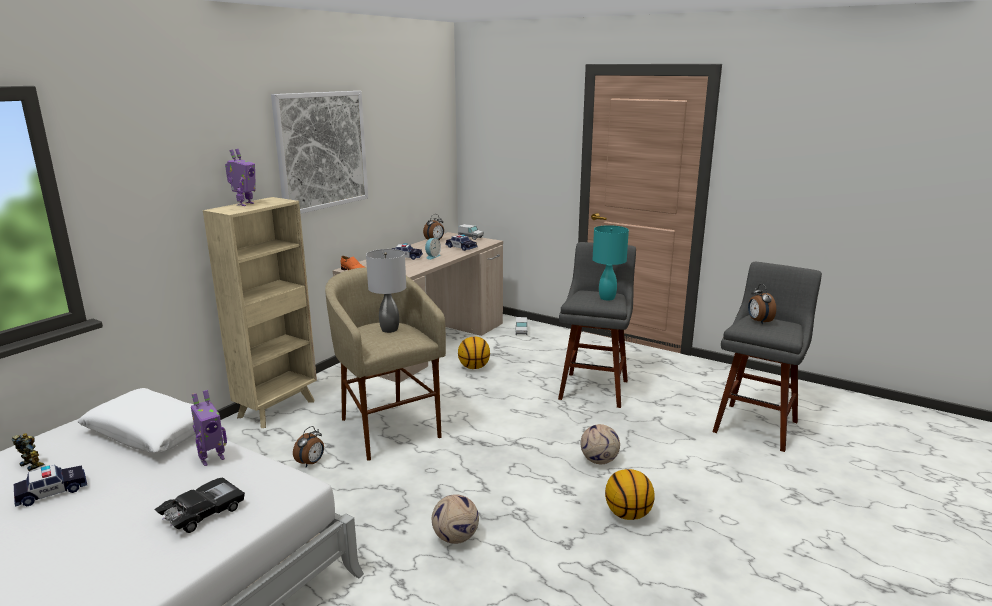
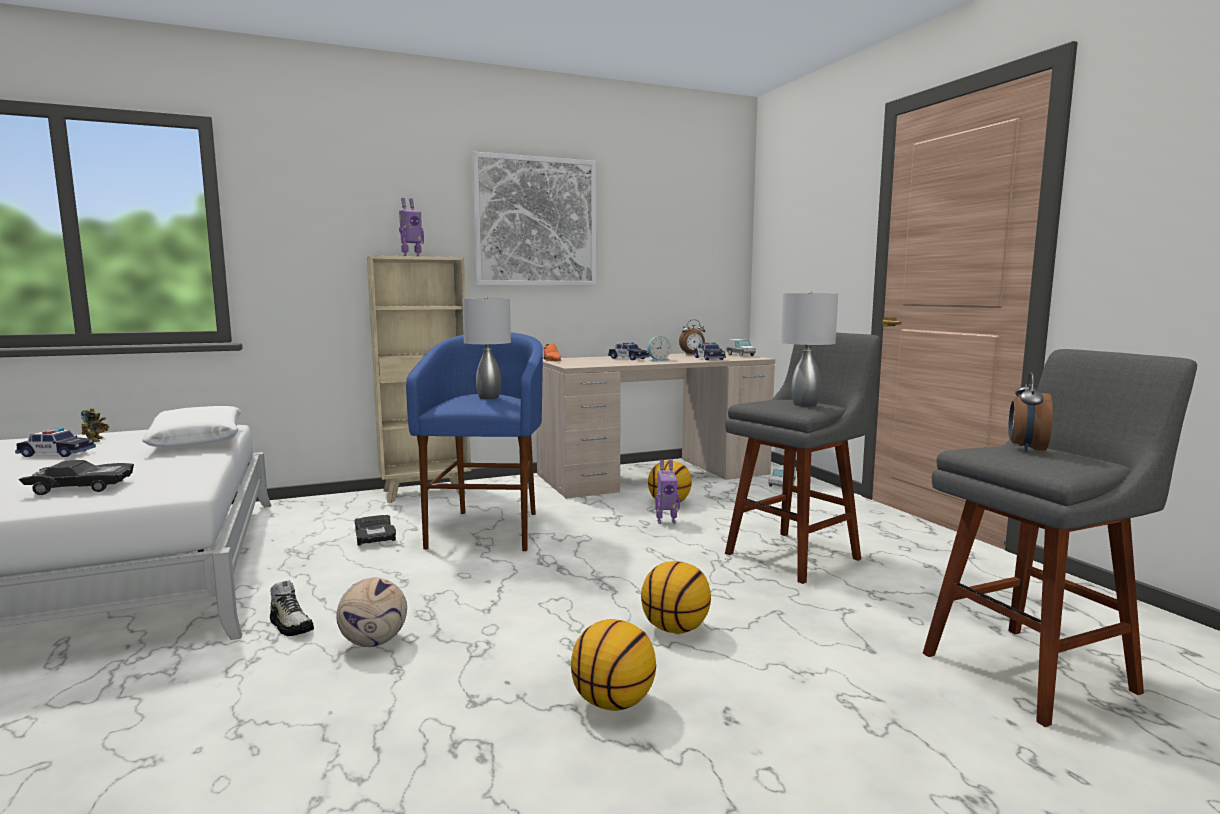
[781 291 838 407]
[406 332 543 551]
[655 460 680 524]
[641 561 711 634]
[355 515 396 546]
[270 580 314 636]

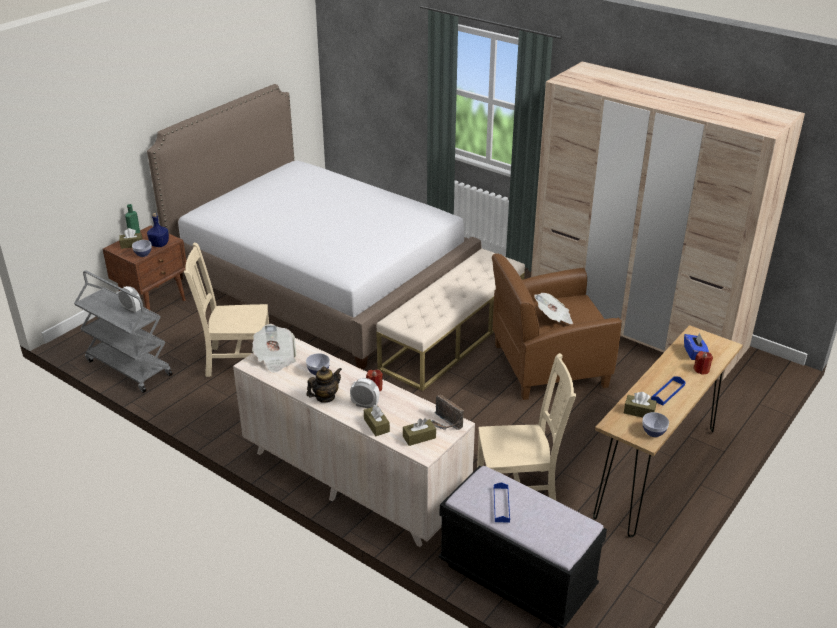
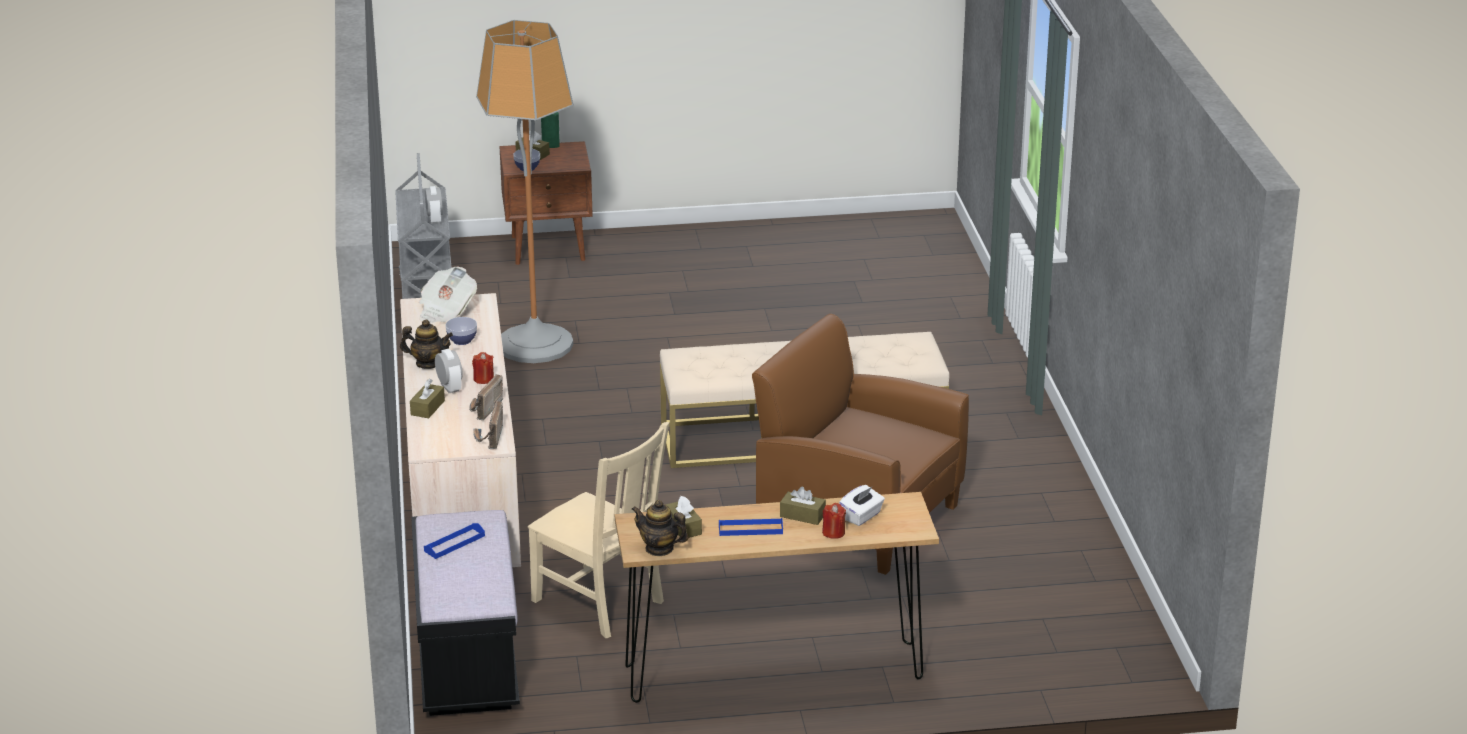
[531 62 805 381] (first image)
[147 84 481 370] (first image)
[147 213 169 247] (first image)
[476 20 574 363]
[534 293 573 324] (first image)
[839 485 885 526]
[631 500 689 556]
[780 487 826 525]
[469 374 503 420]

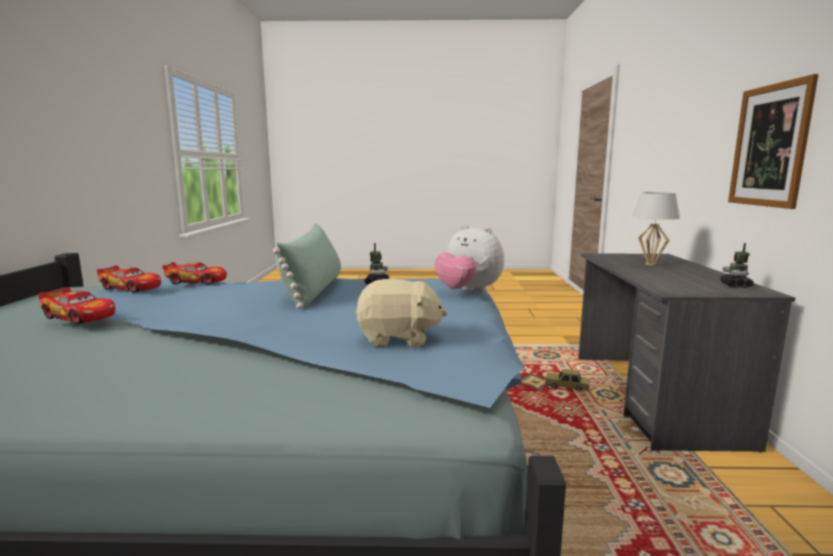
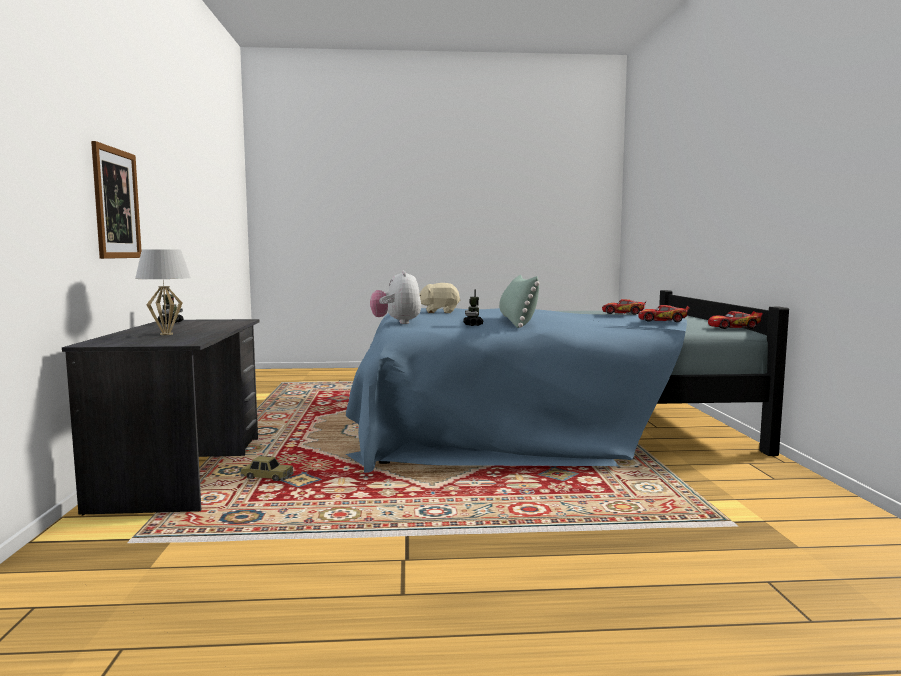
[370 271 421 324]
[708 311 763 329]

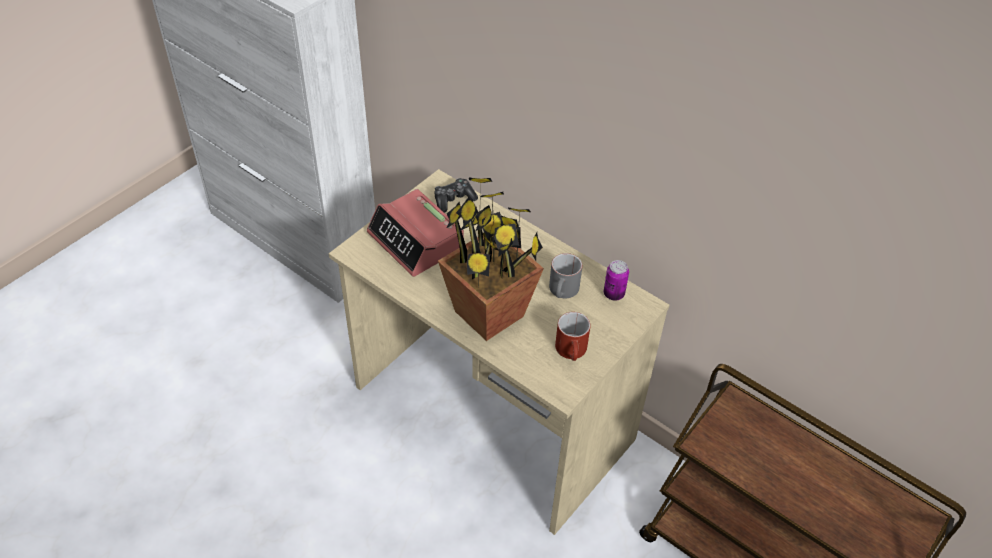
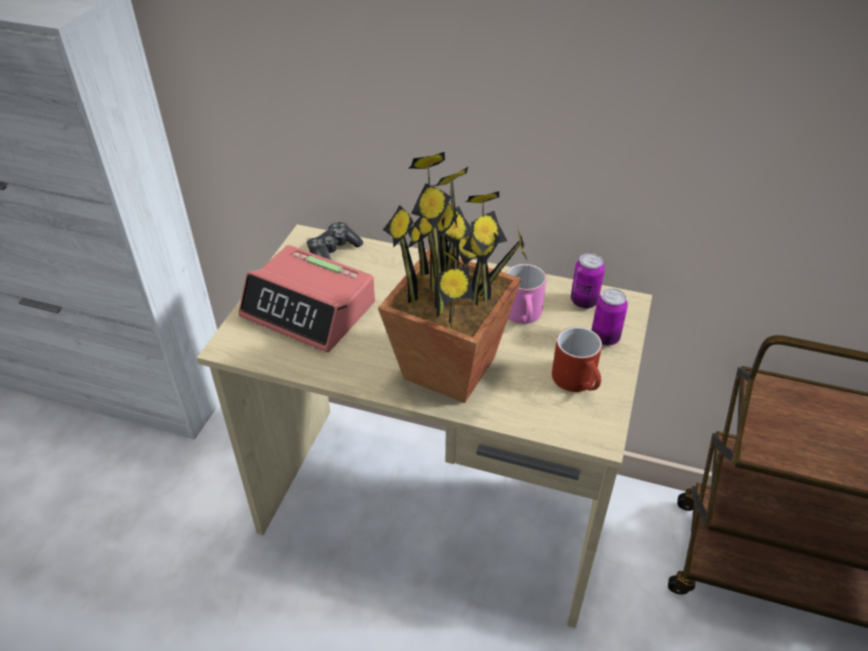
[506 264 546 324]
[592 288 628 346]

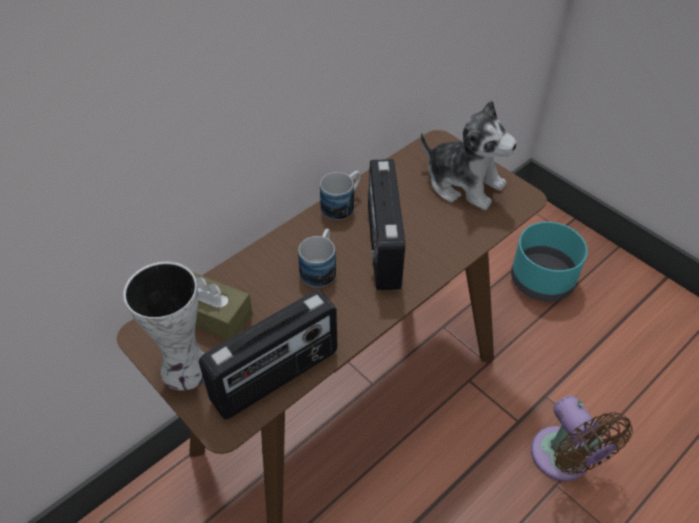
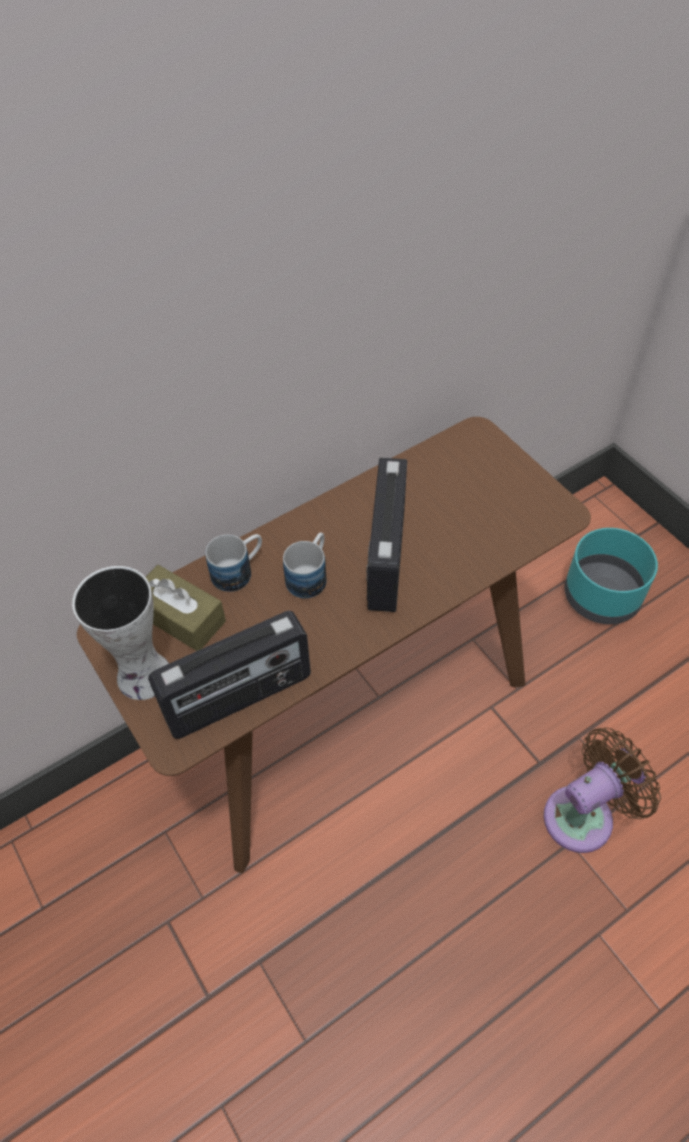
[420 100 517 210] (first image)
[205 534 262 592]
[544 727 661 853]

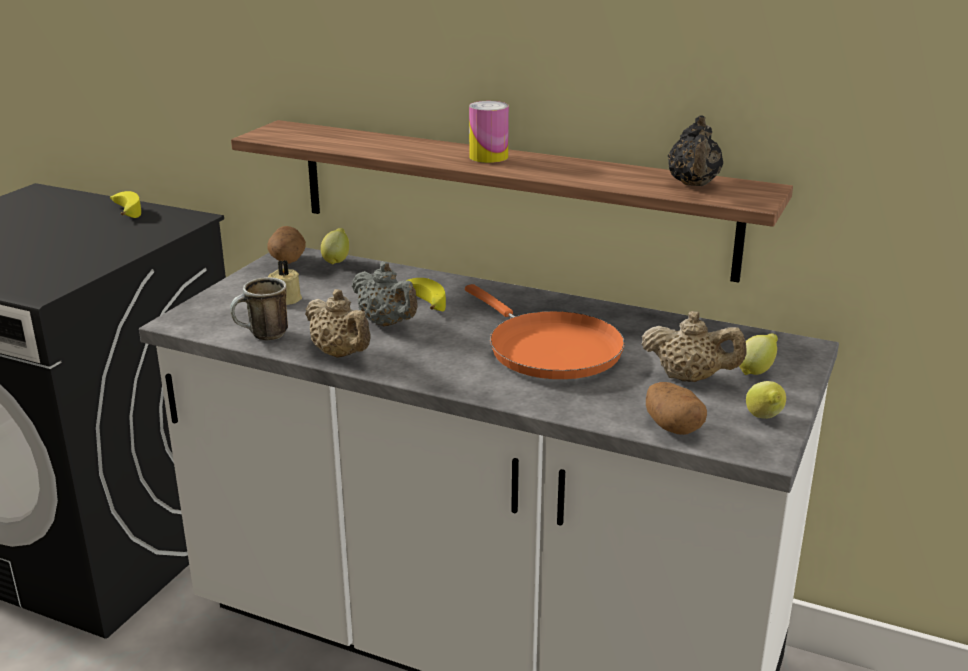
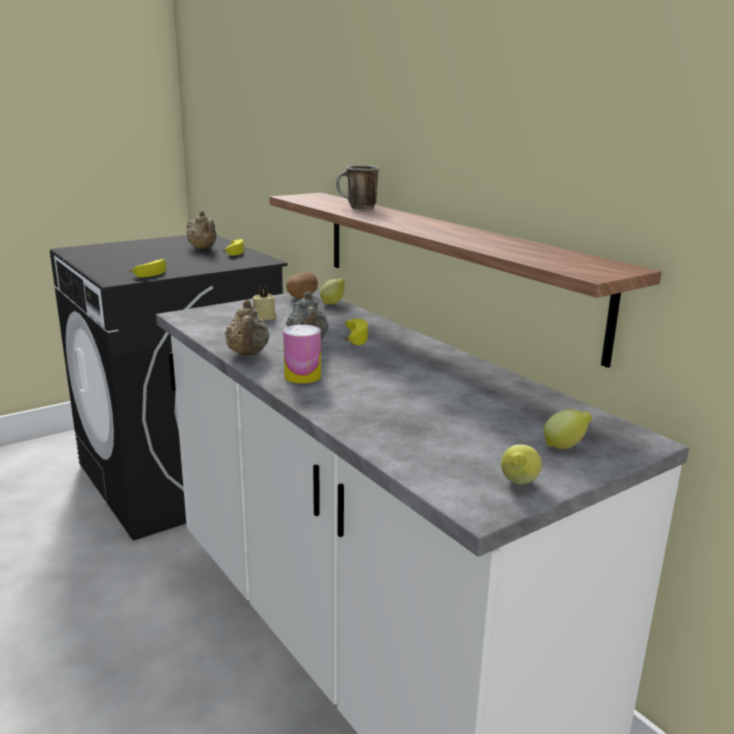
[283 325 321 384]
[668 116 723 186] (first image)
[336 165 379 209]
[465 284 625 379] (first image)
[186 211 217 249]
[646 382 707 435] (first image)
[129 259 166 277]

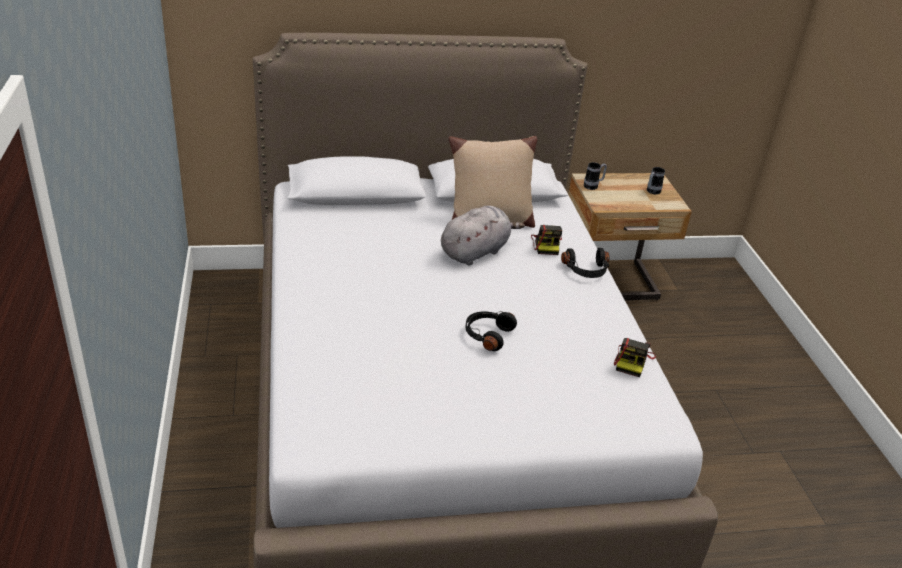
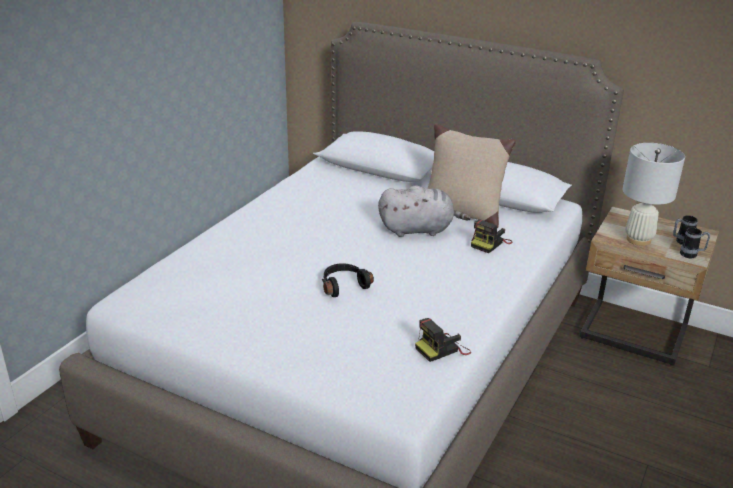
[680 227 710 258]
[561 248 610 278] (first image)
[622 143 685 246]

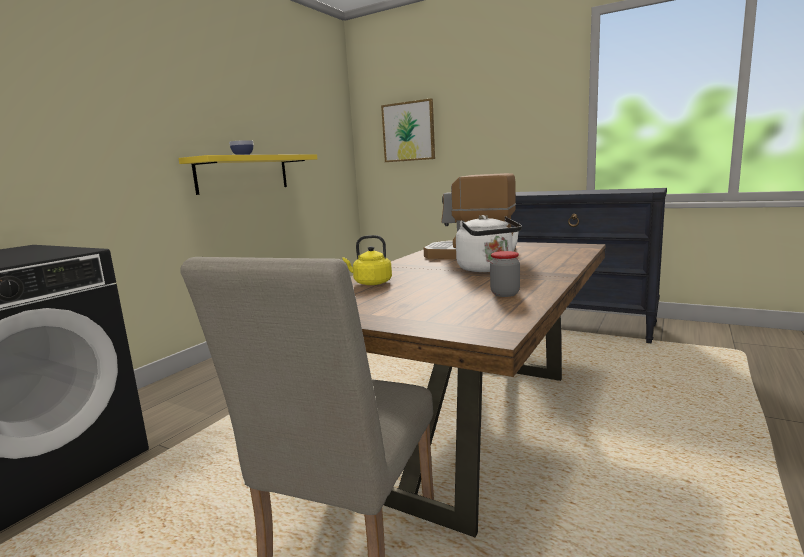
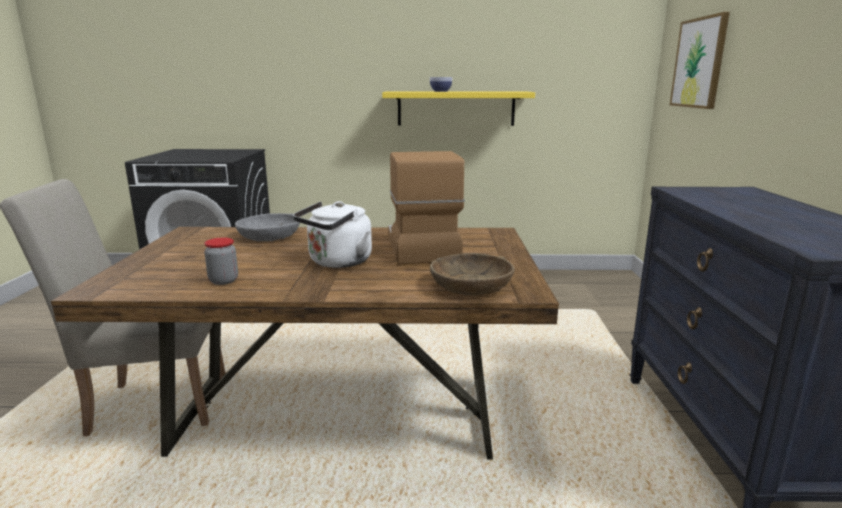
[235 213 300 241]
[430 253 515 295]

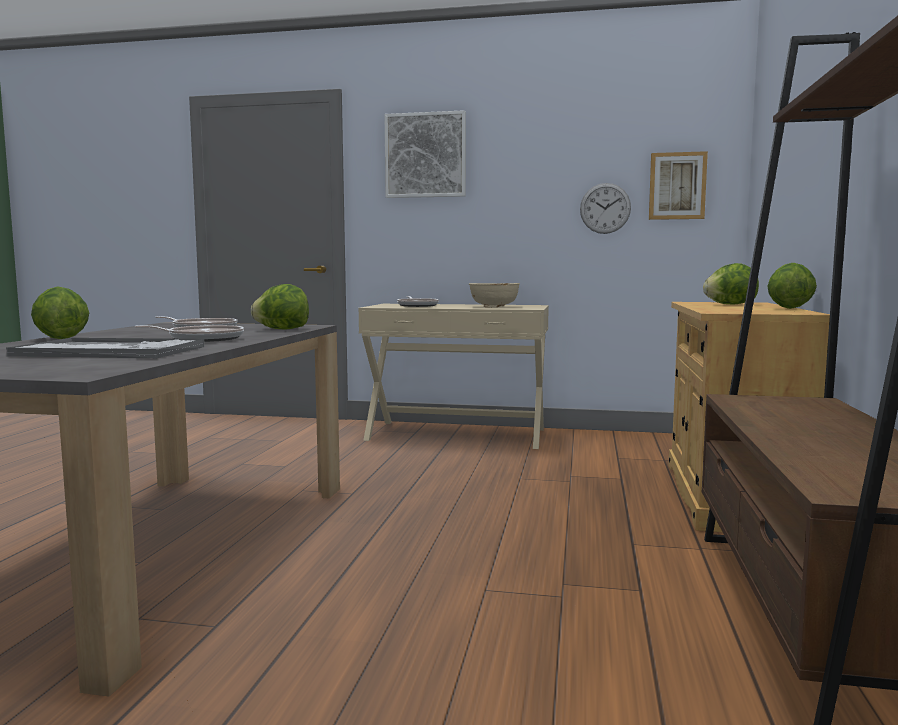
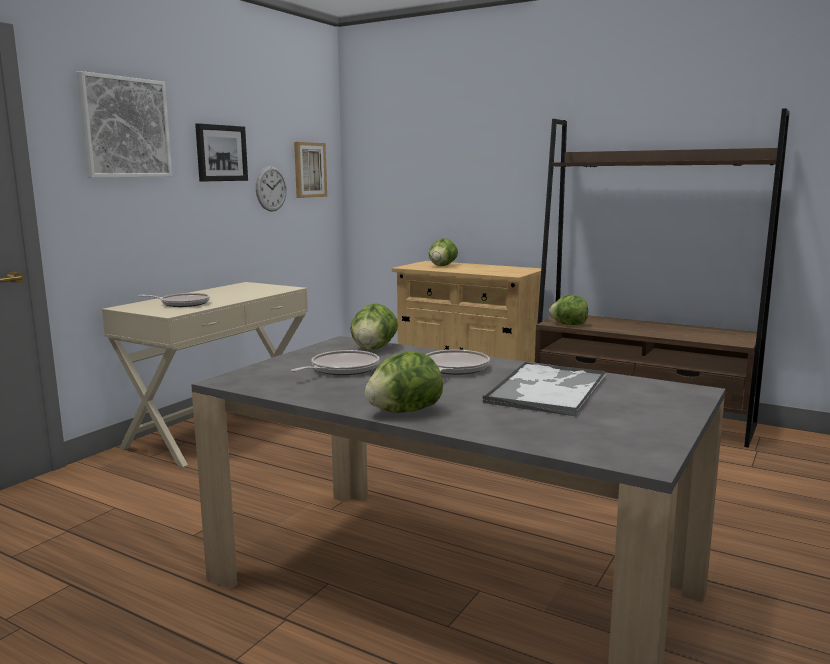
[549 295 588 325]
[469 283 520 307] (first image)
[195 123 248 182]

